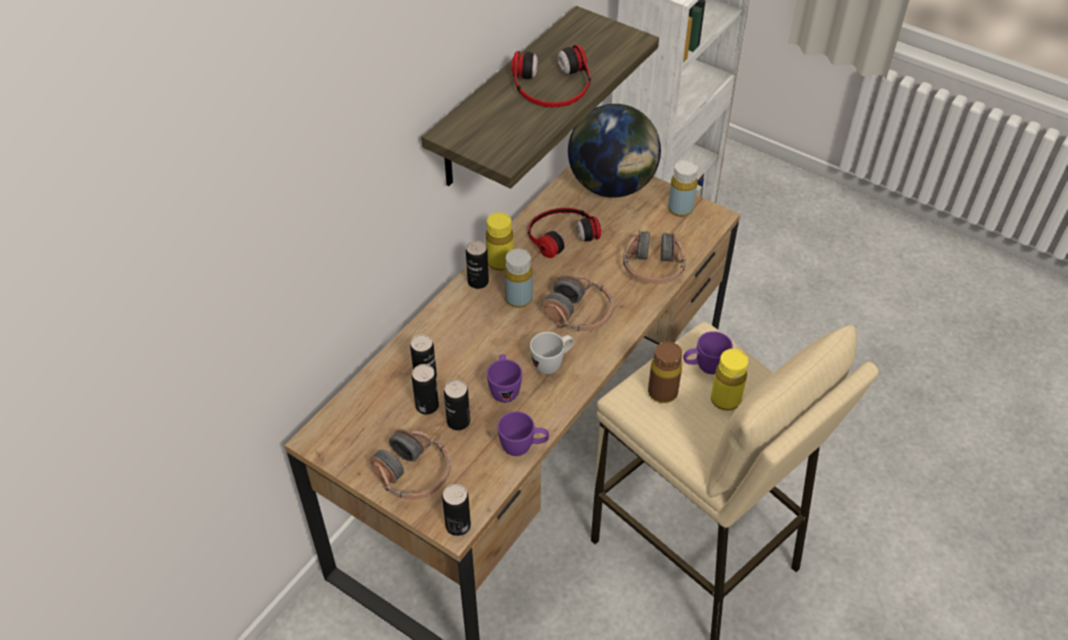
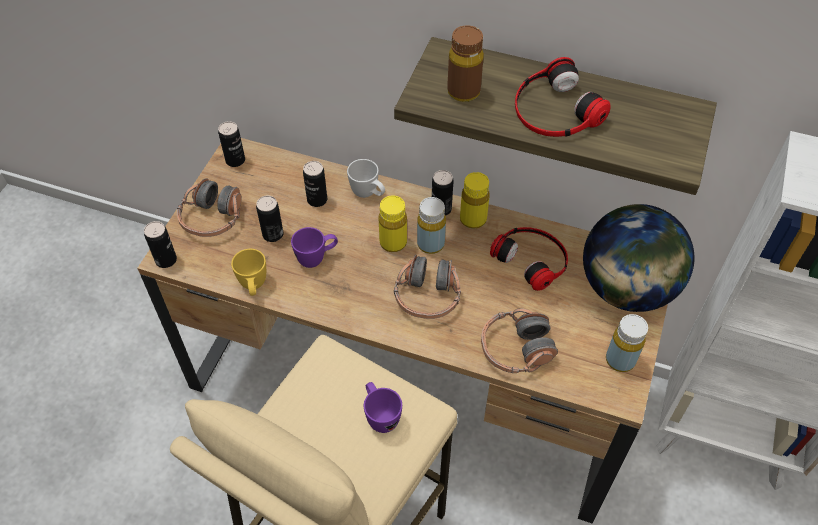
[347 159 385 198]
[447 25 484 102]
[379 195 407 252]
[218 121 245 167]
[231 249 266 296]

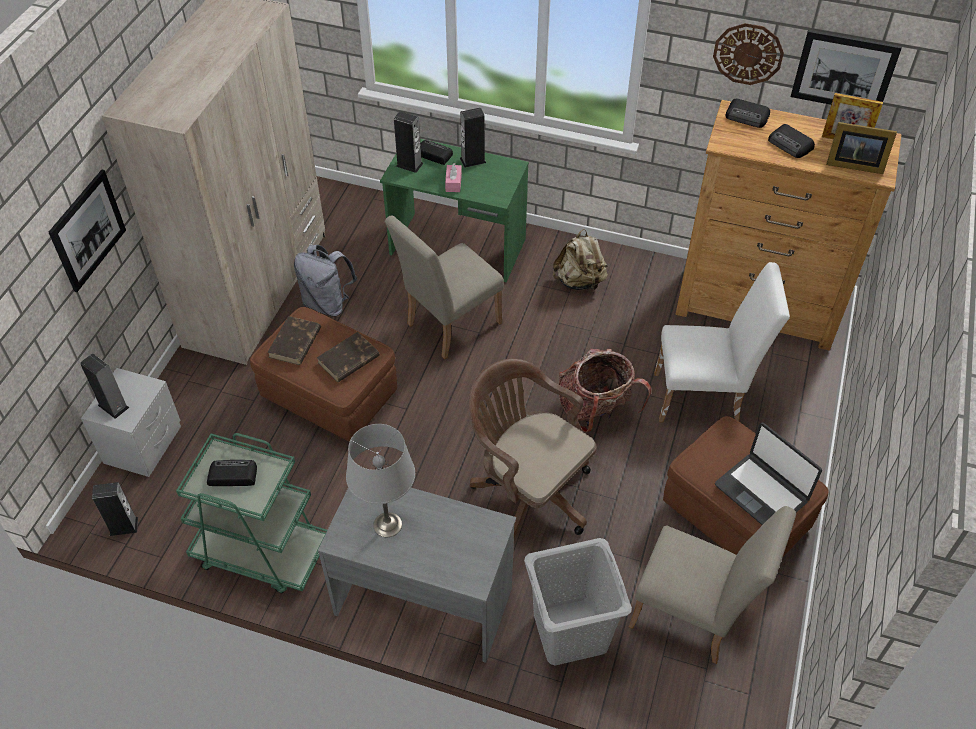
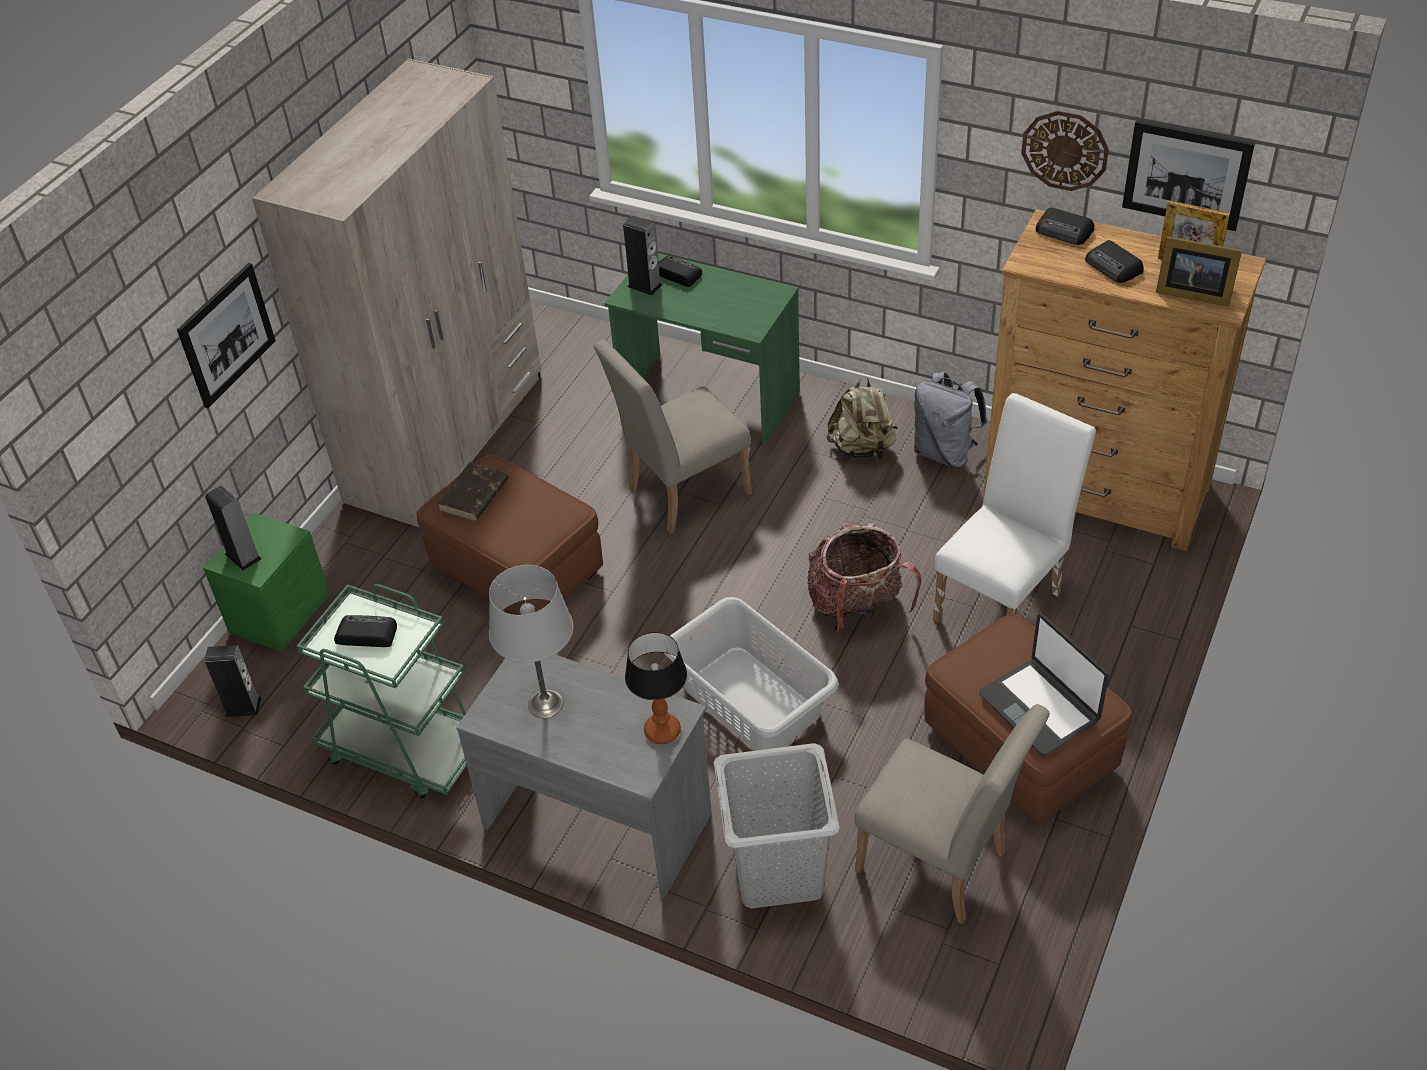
[460 107 486 168] (first image)
[445 163 462 192] (first image)
[914 372 987 468]
[933 393 1096 623]
[317 332 380 382] (first image)
[664 597 839 751]
[203 513 328 652]
[625 632 687 744]

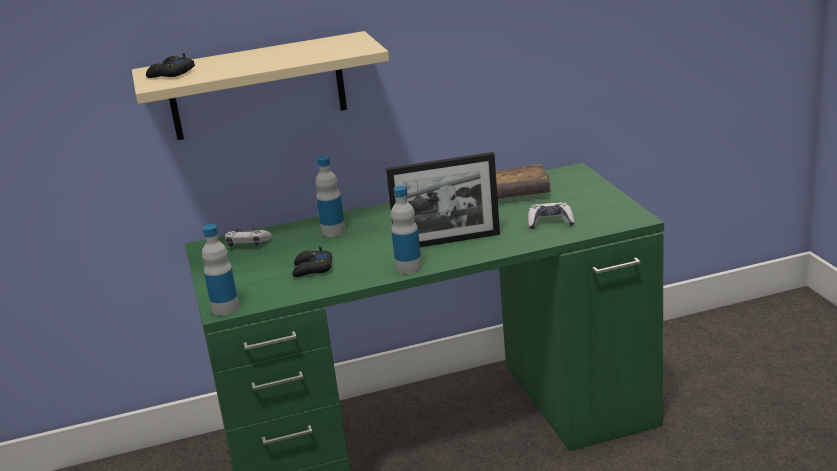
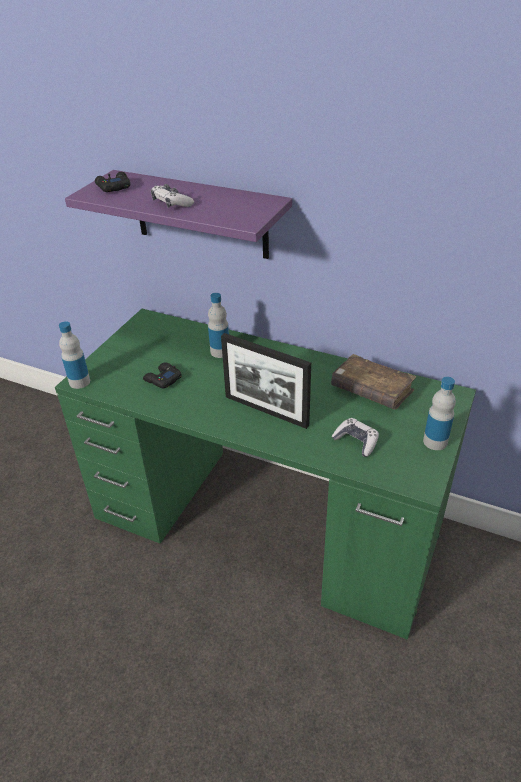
[65 170 292 259]
[423 377 456 450]
[151 184 194 208]

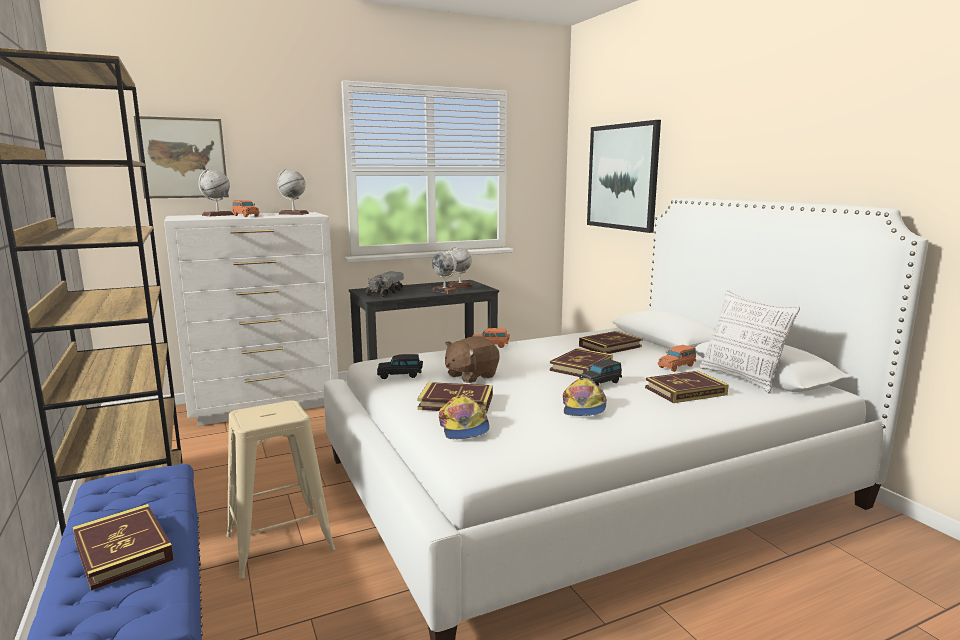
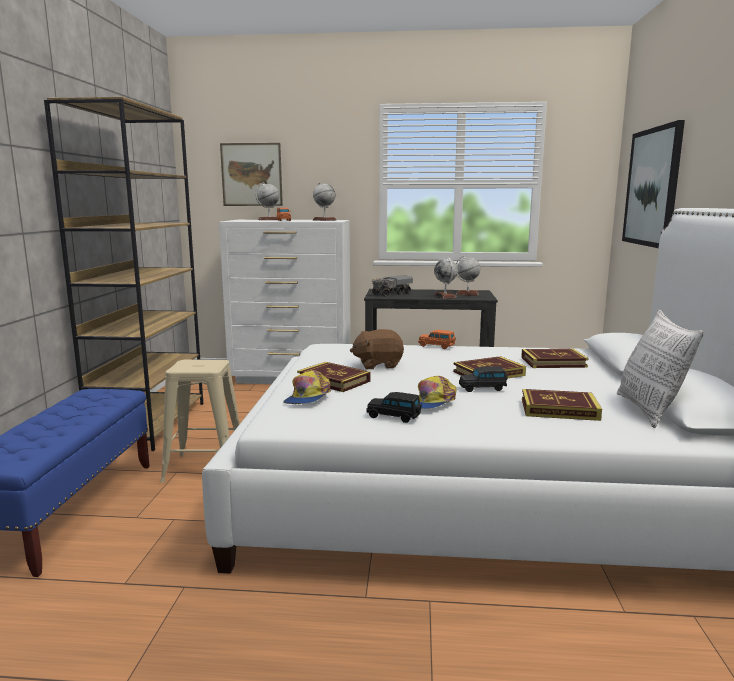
[658 345 696 372] (first image)
[367 392 422 423]
[72 504 174 591] (first image)

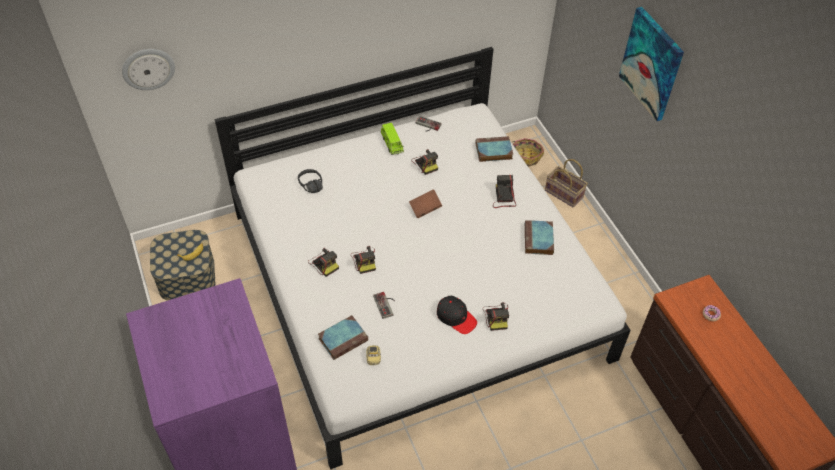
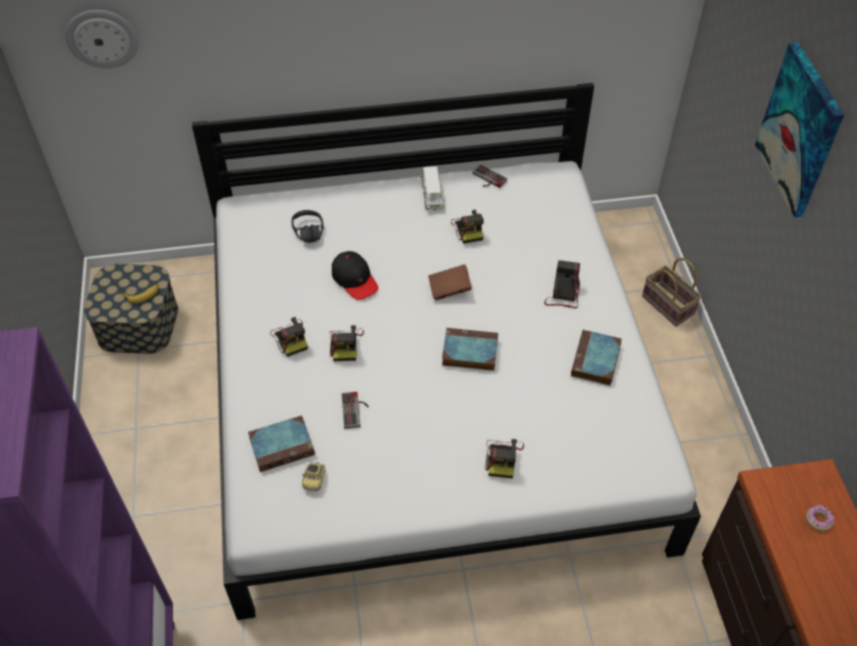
[421 166 445 210]
[442 328 498 371]
[513 138 544 167] (first image)
[332 251 378 300]

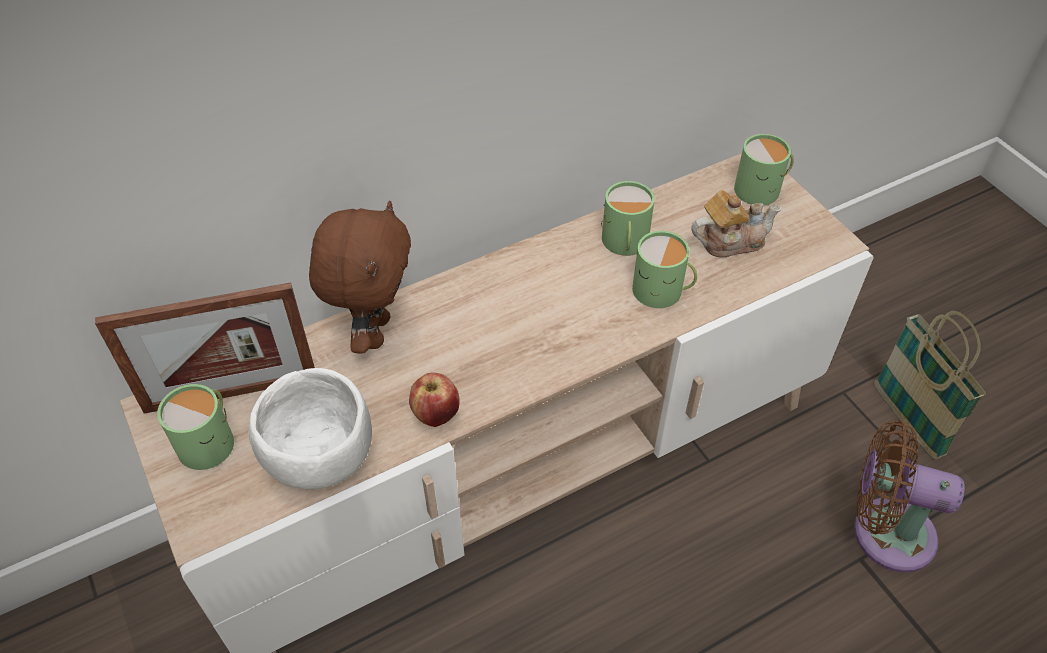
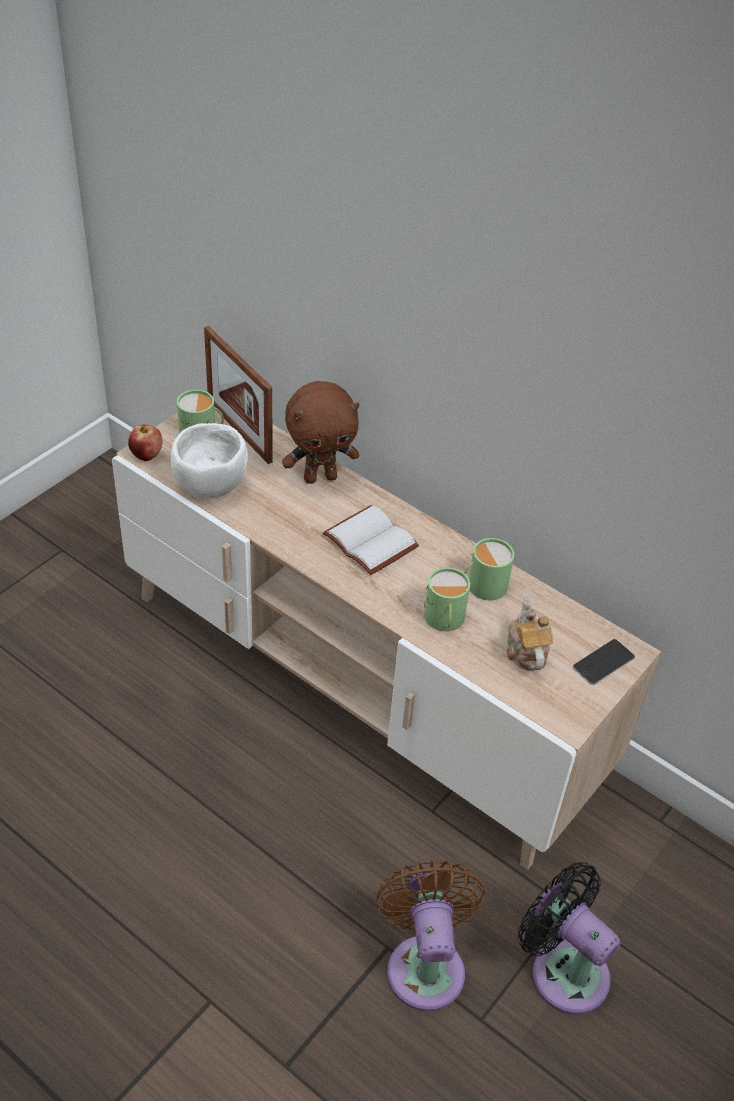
[573 639 635 685]
[506 598 553 671]
[518 862 620 1015]
[128 424 162 461]
[323 505 419 575]

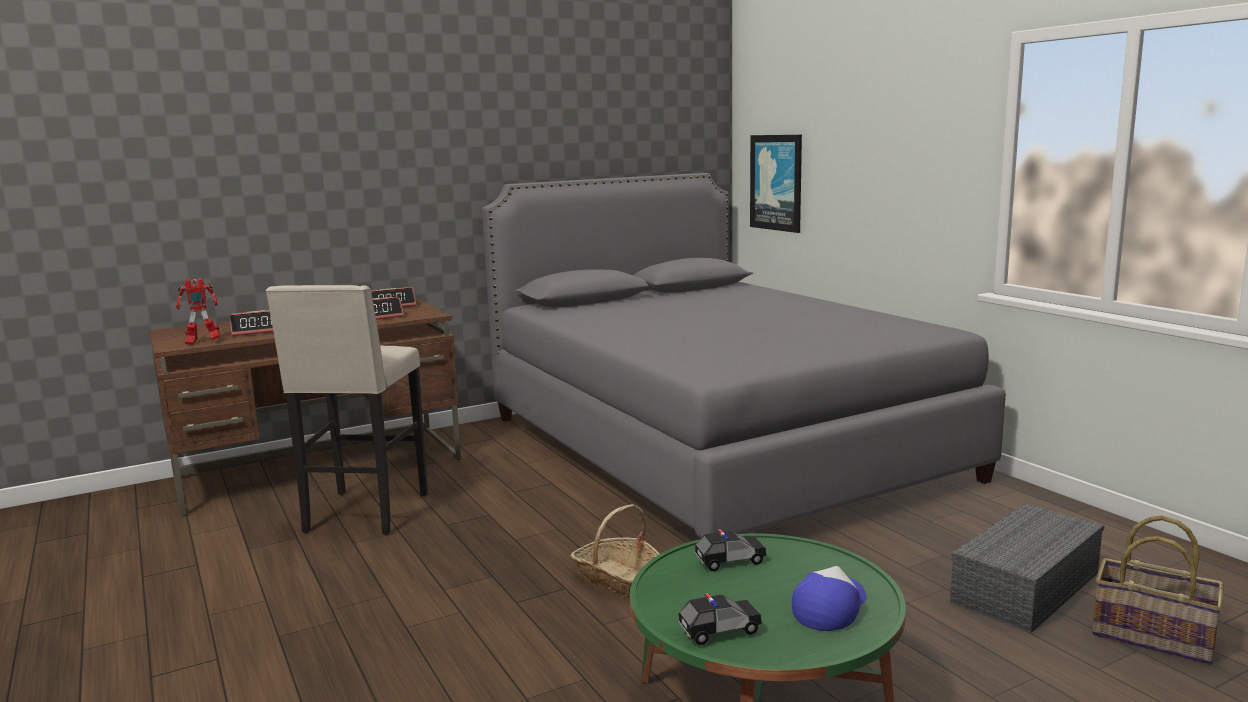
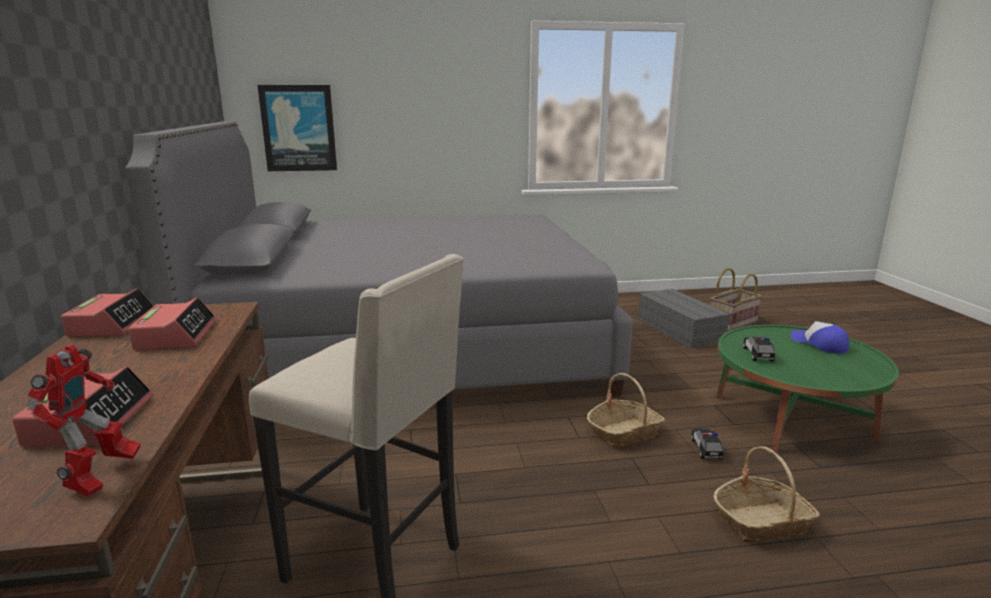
[691 428 724 459]
[713 446 820 542]

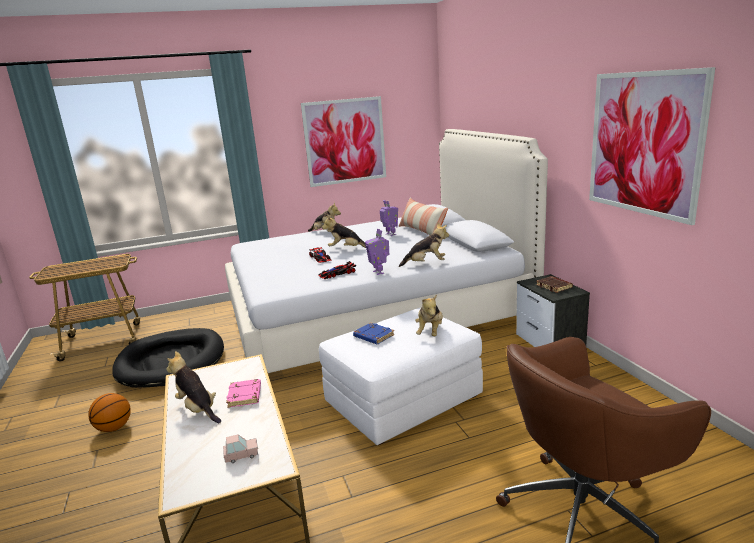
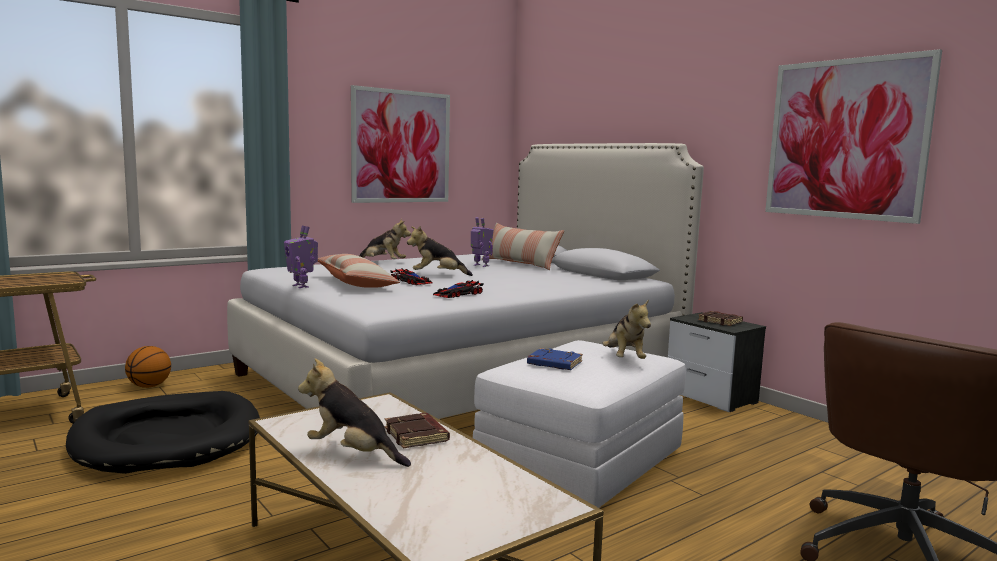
[399 223 449 267] (first image)
[284 225 318 288]
[385 413 450 449]
[125 346 171 388]
[223 434 258 463] (first image)
[318 254 400 288]

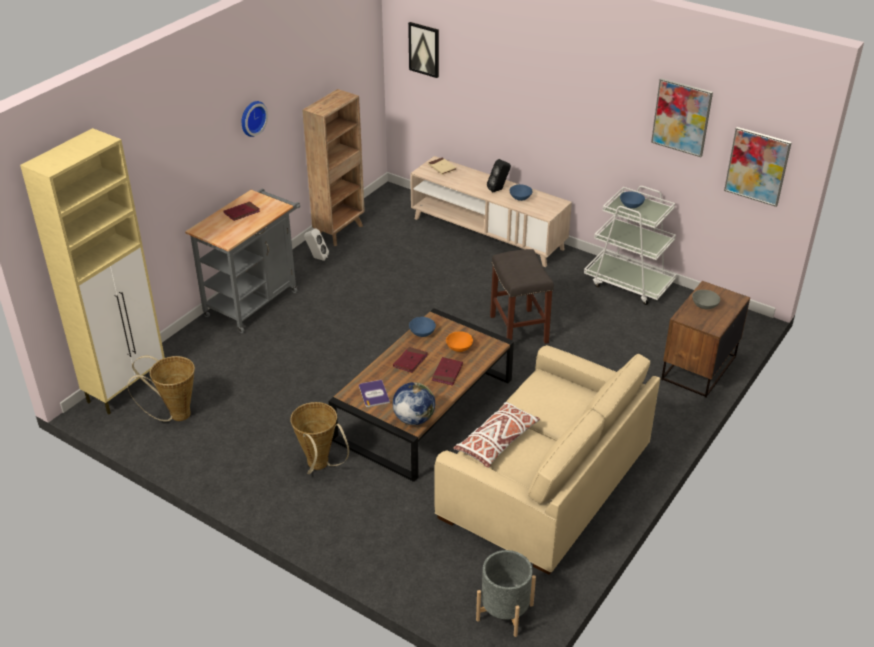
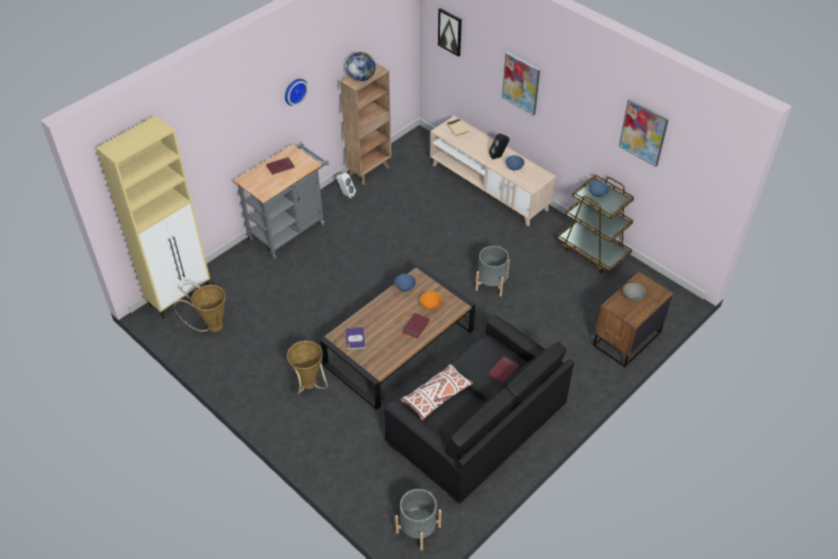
[502 52 540 115]
[557 175 634 273]
[475 246 510 297]
[384 316 574 504]
[488 356 519 383]
[347 52 376 81]

